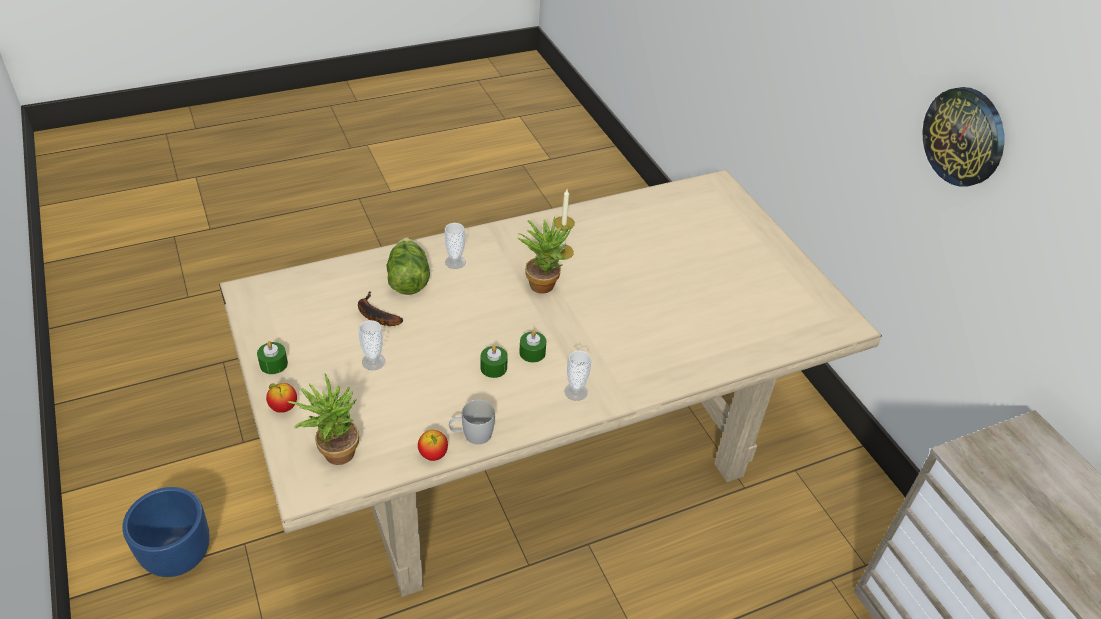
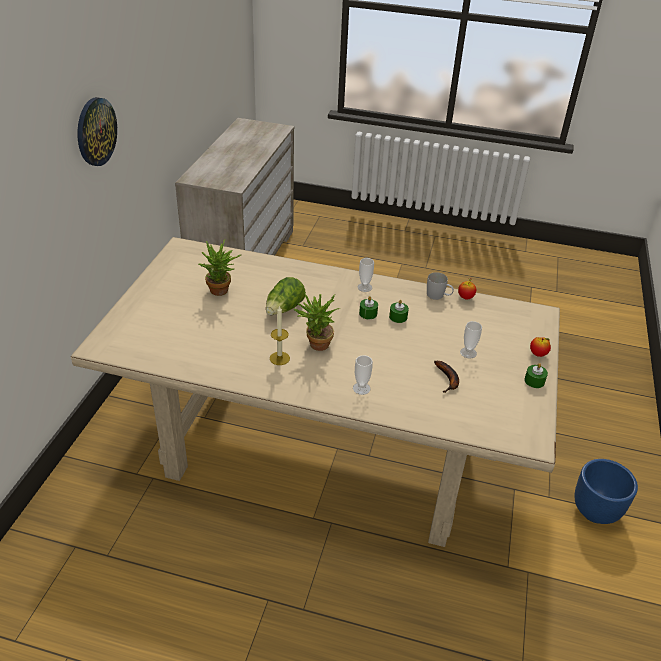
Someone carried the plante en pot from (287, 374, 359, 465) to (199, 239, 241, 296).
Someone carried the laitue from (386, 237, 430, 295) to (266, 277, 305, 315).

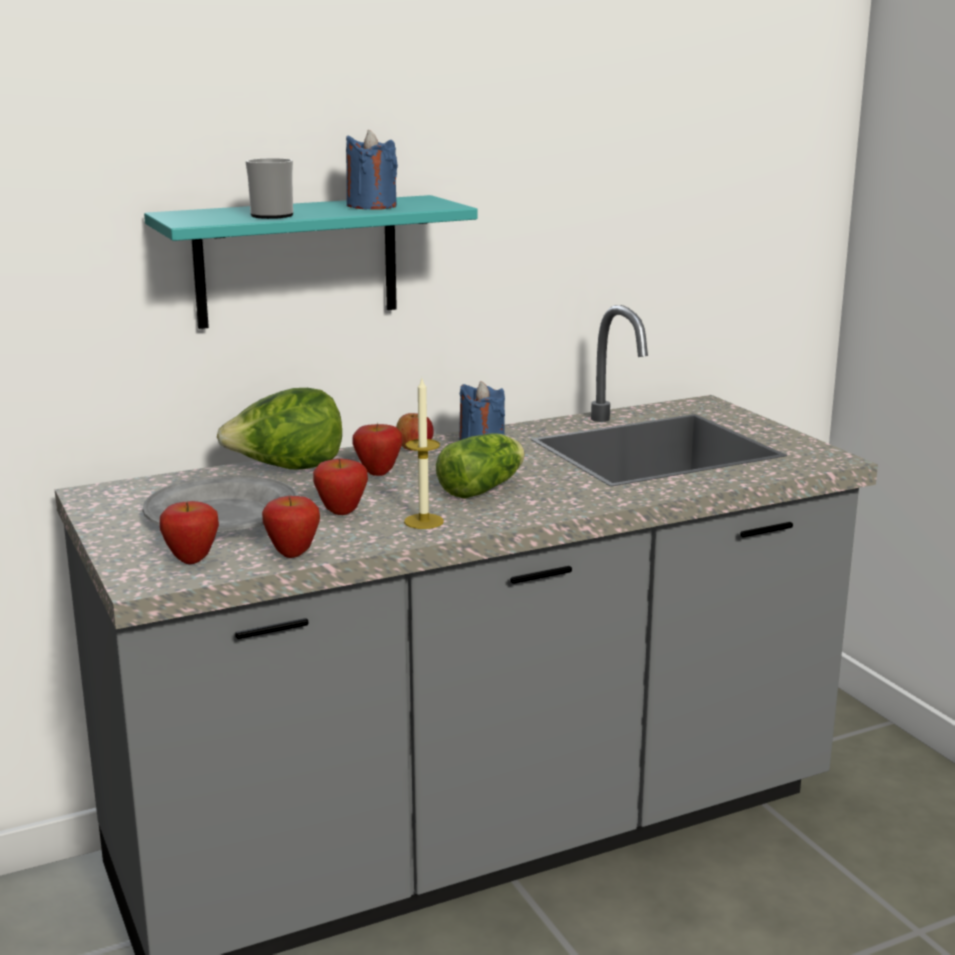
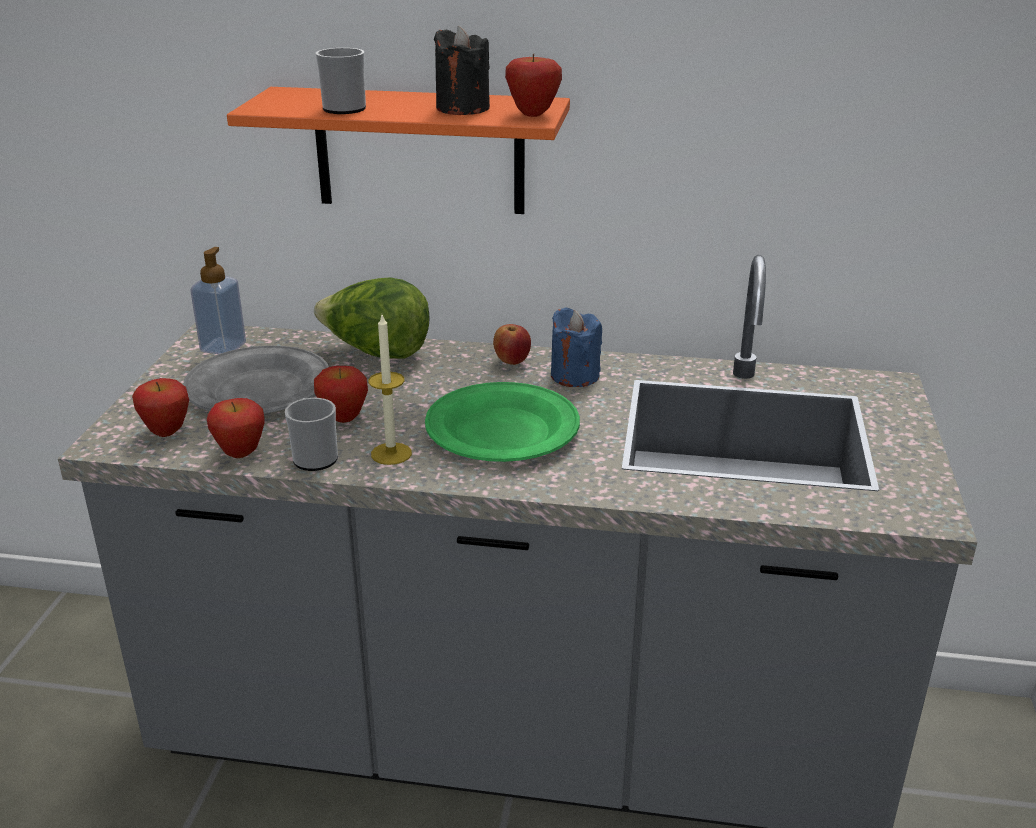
Someone repainted the étagère (turquoise) at (144, 195, 478, 329), which became the étagère (orange) at (227, 87, 570, 214).
Someone repainted the bougie (bleu) at (346, 130, 398, 210), which became the bougie (noir) at (434, 26, 490, 115).
Someone carried the pomme from (352, 423, 403, 476) to (505, 54, 562, 117).
Someone swapped the laitue at (436, 434, 525, 499) for the assiette (vert) at (425, 382, 580, 462).
Someone put down the distributeur de savon at (190, 247, 246, 354).
Someone put down the mug at (285, 398, 338, 471).

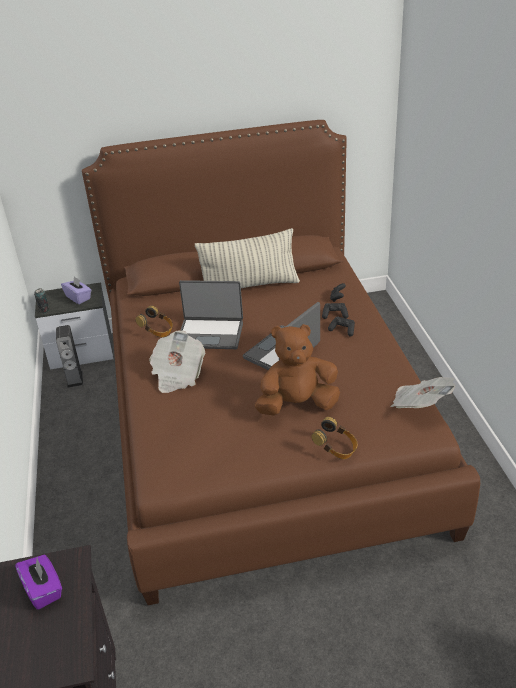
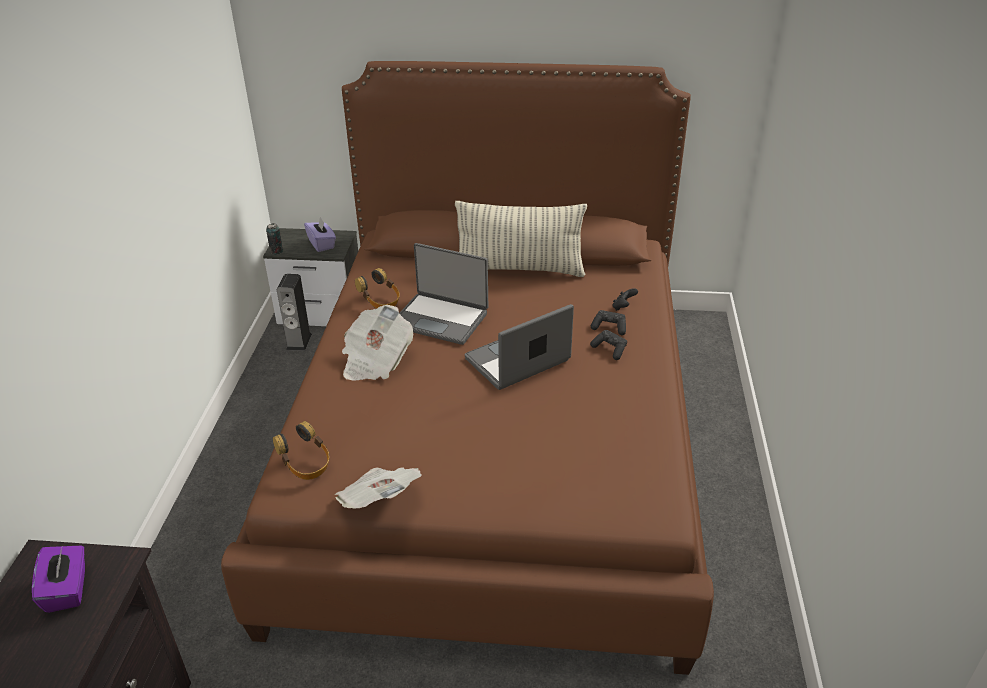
Someone took away the peluche (marron) at (255, 324, 340, 416).
Someone carried the casque audio from (311, 417, 357, 459) to (273, 421, 329, 480).
Someone carried the journal from (391, 377, 455, 408) to (335, 467, 422, 508).

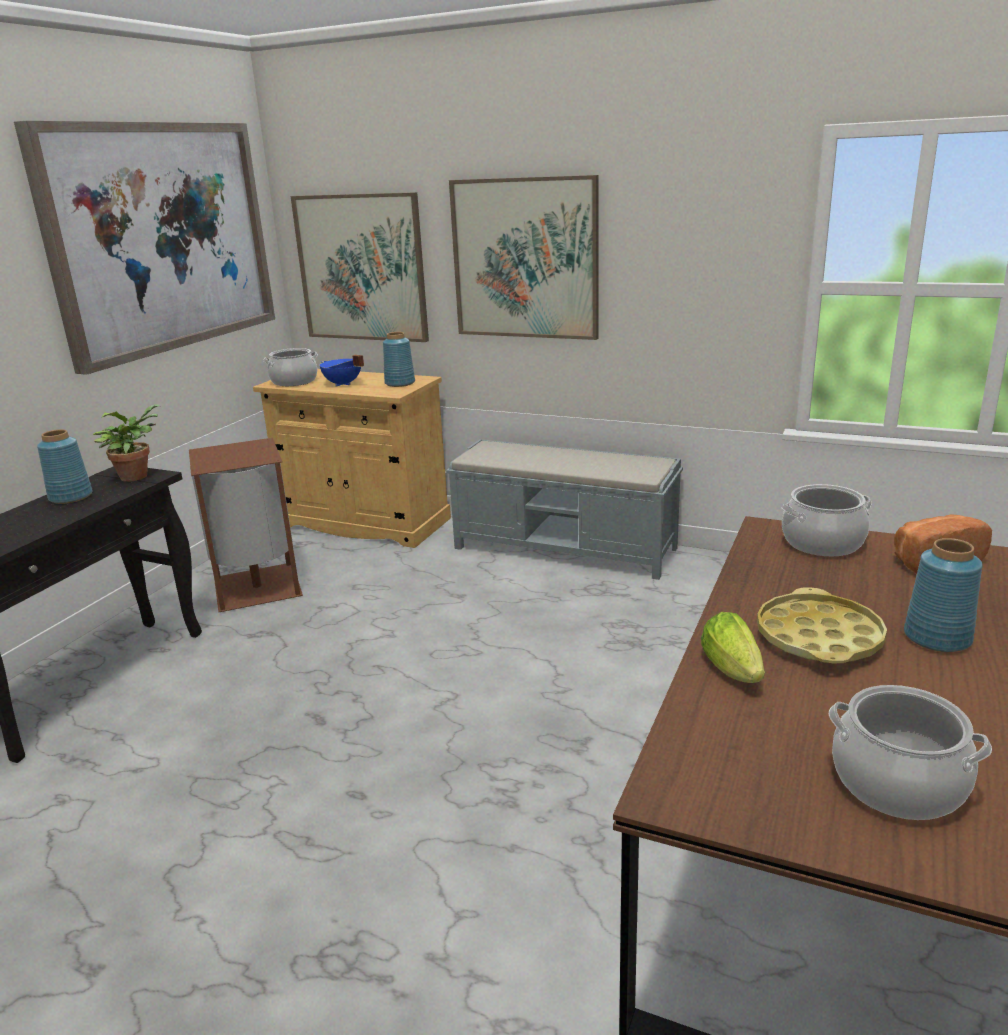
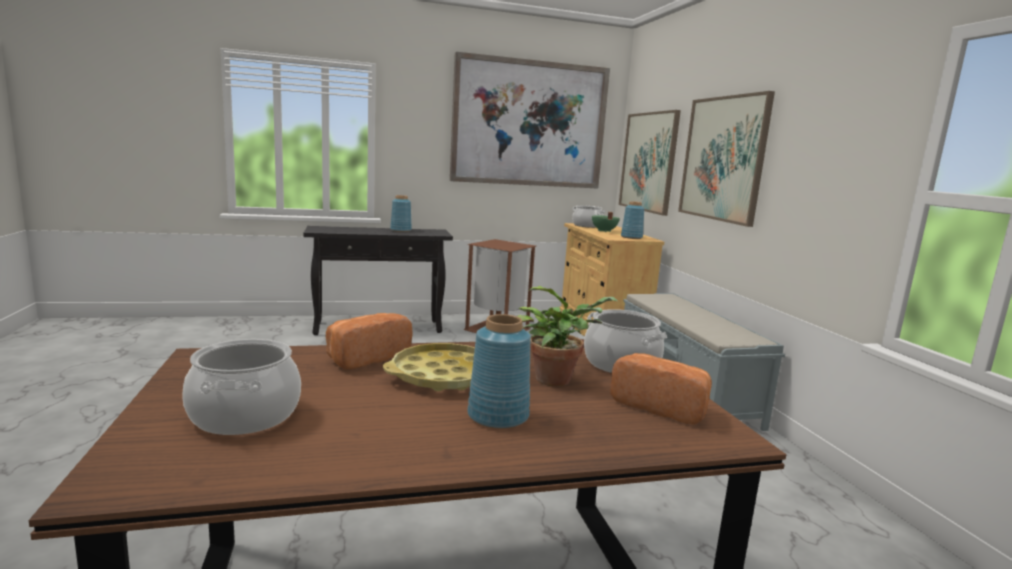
Someone carried the plante en pot from (93, 404, 160, 482) to (517, 286, 618, 386).
Someone repainted the marmite (bleu) at (319, 355, 364, 387), which became the marmite (vert) at (592, 212, 620, 232).
Someone swapped the laitue at (701, 612, 765, 683) for the pain at (326, 313, 413, 370).

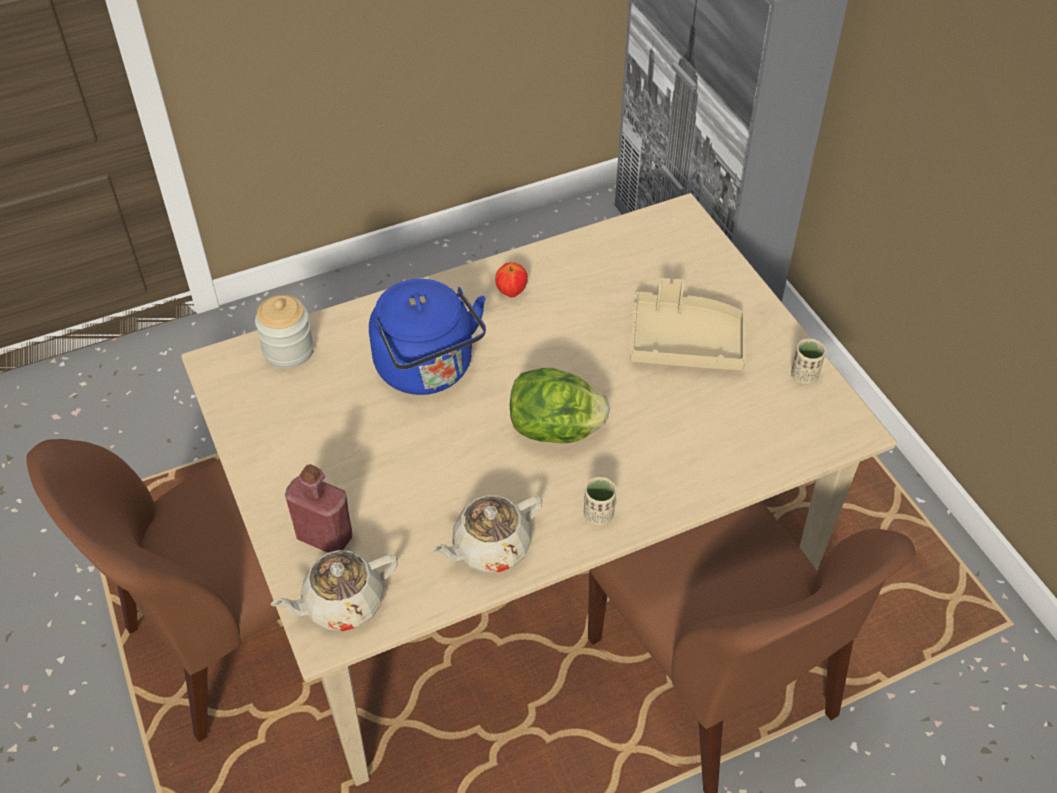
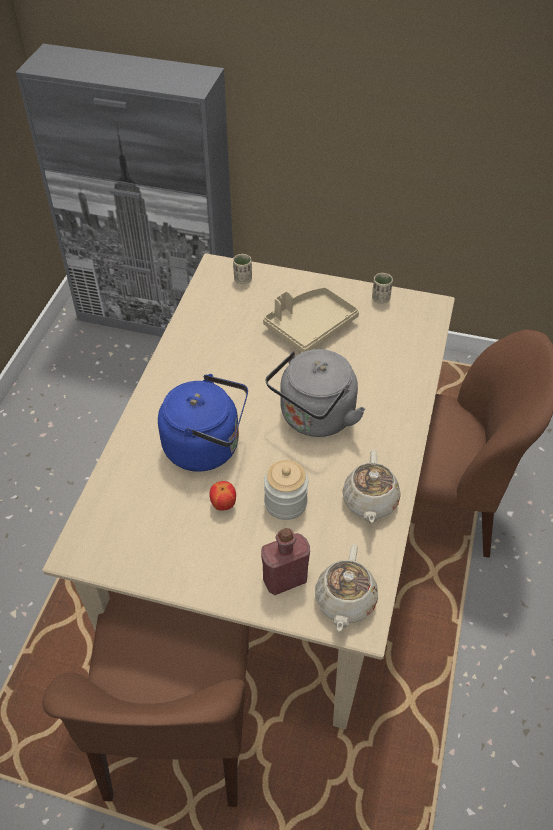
Someone carried the bocal from (255, 295, 314, 369) to (264, 460, 308, 520).
Someone carried the pomme from (495, 262, 528, 298) to (209, 481, 236, 511).
Someone swapped the laitue at (510, 368, 610, 443) for the bouilloire (gris) at (266, 349, 366, 437).
Someone carried the tasse (beige) from (584, 477, 616, 526) to (233, 254, 252, 284).

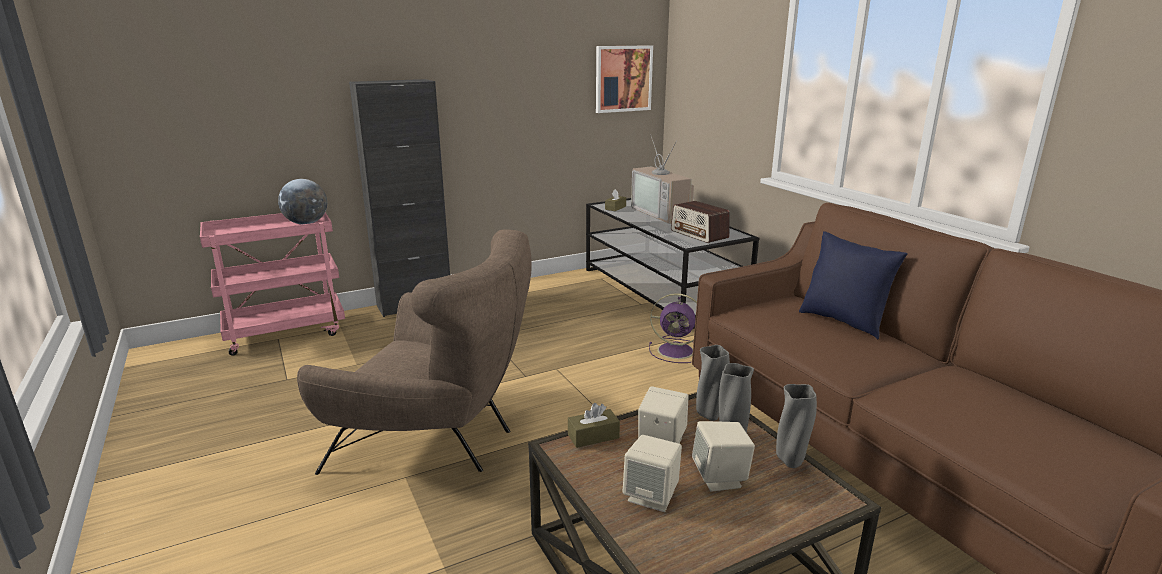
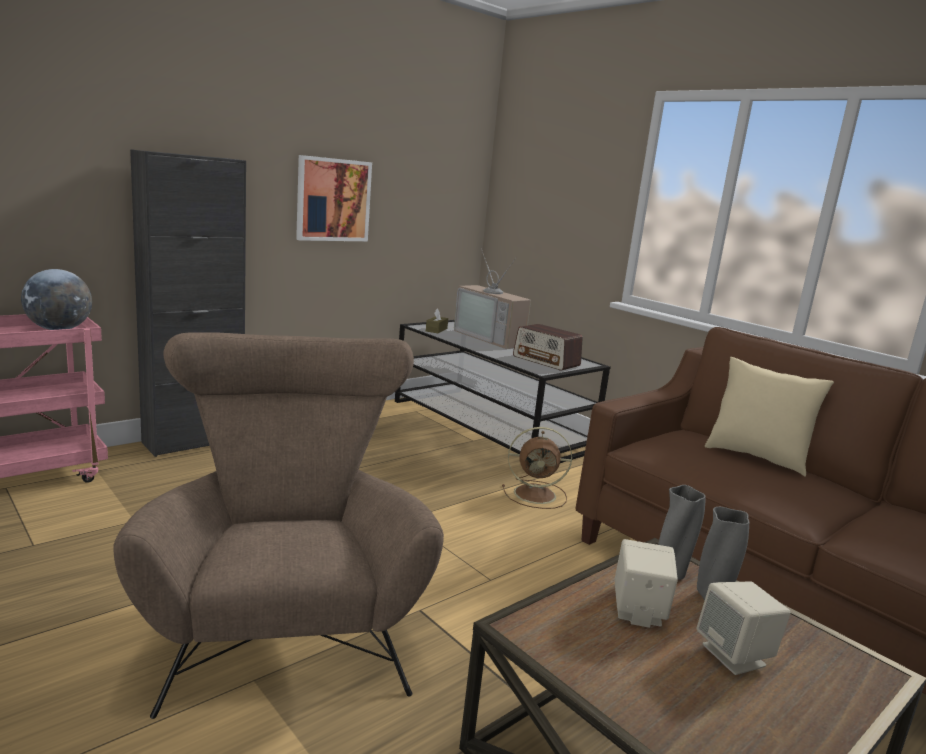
Someone rotated the fauteuil (marron) at (297, 229, 531, 475) by 105 degrees counterclockwise.
Someone took away the boîte à mouchoirs (marron) at (568, 403, 620, 448).
Someone carried the tableau from (596, 45, 653, 113) to (296, 155, 372, 241).
Someone took away the enceinte (beige) at (623, 435, 682, 512).
Someone repainted the ventilateur (violet) at (649, 293, 697, 363), which became the ventilateur (marron) at (502, 427, 572, 509).
Someone took away the vase (gris) at (776, 384, 817, 468).
Someone repainted the coussin (bleu) at (799, 231, 908, 339), which became the coussin (beige) at (705, 357, 834, 477).

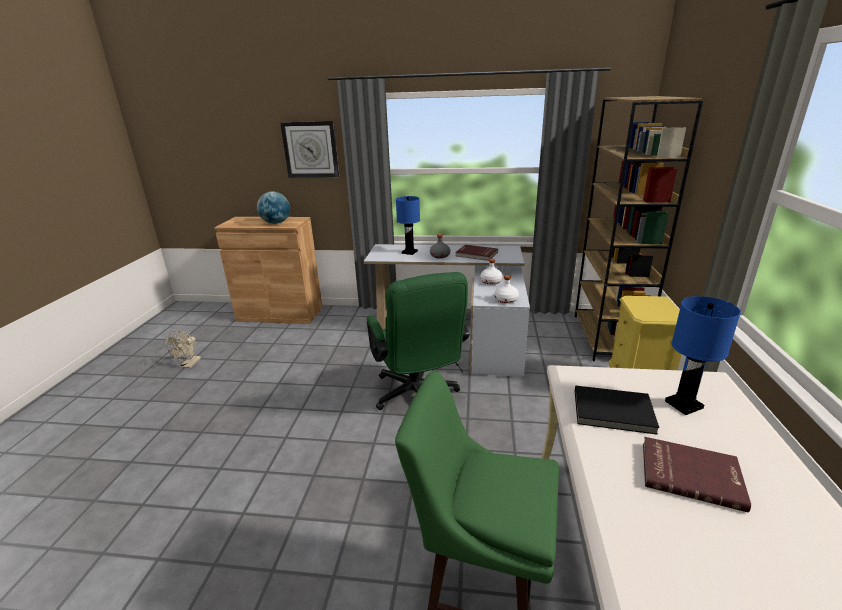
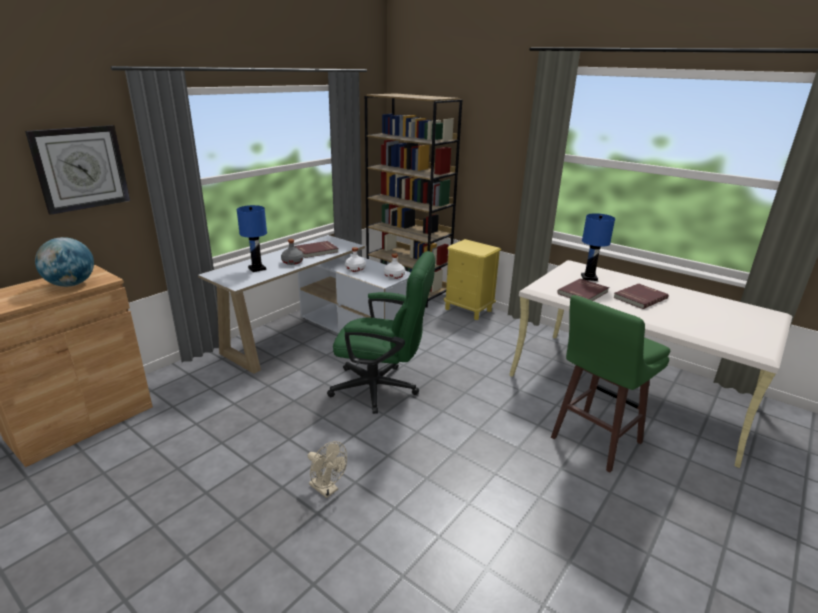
Someone carried the ventilateur (beige) from (166, 330, 201, 368) to (308, 441, 347, 498).
Someone repainted the livre (noir) at (575, 386, 659, 435), which became the livre (rouge) at (558, 278, 609, 301).

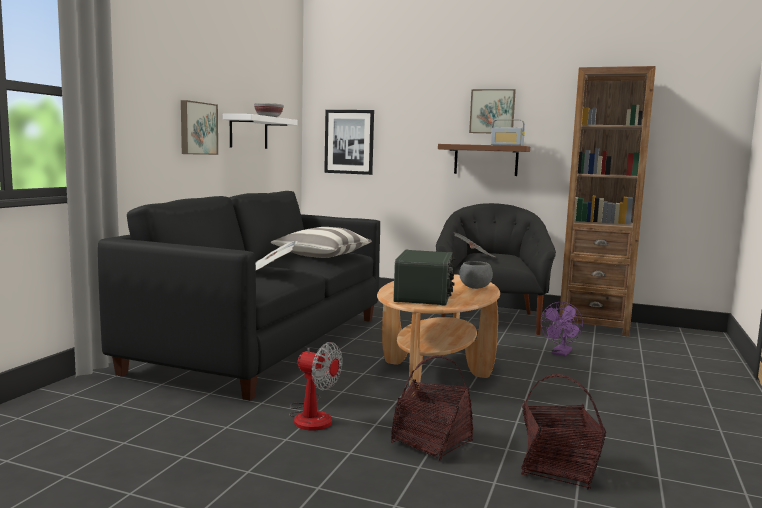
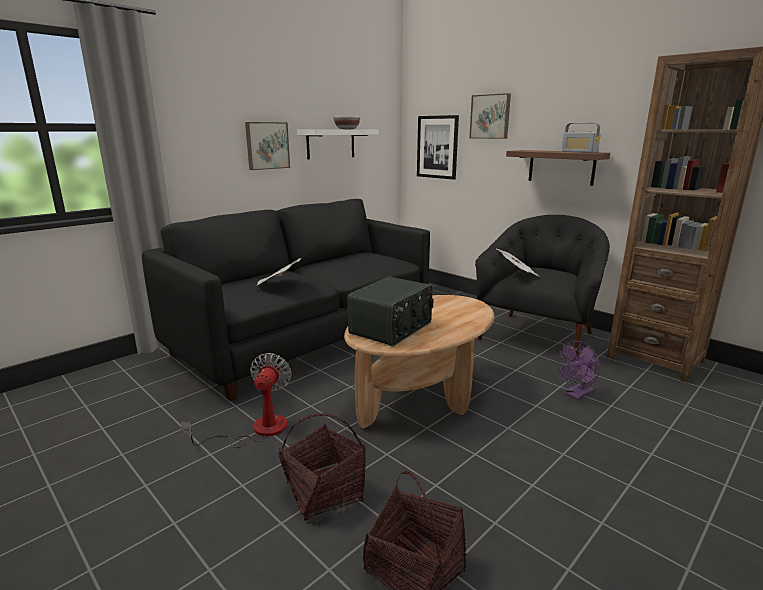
Someone took away the coussin at (271, 227, 372, 258).
Someone rotated the ventilateur at (289, 342, 342, 431) by 135 degrees counterclockwise.
Someone took away the bol (gris) at (459, 261, 493, 289).
Someone carried the tableau from (469, 89, 516, 133) to (469, 93, 511, 139).

